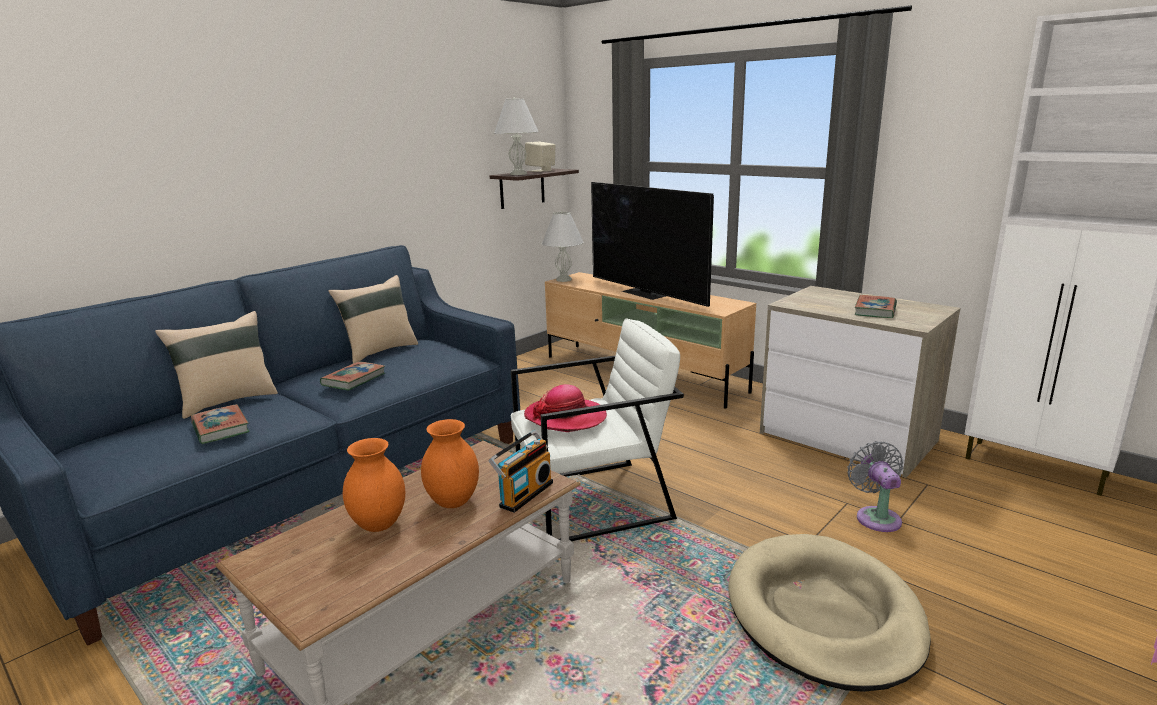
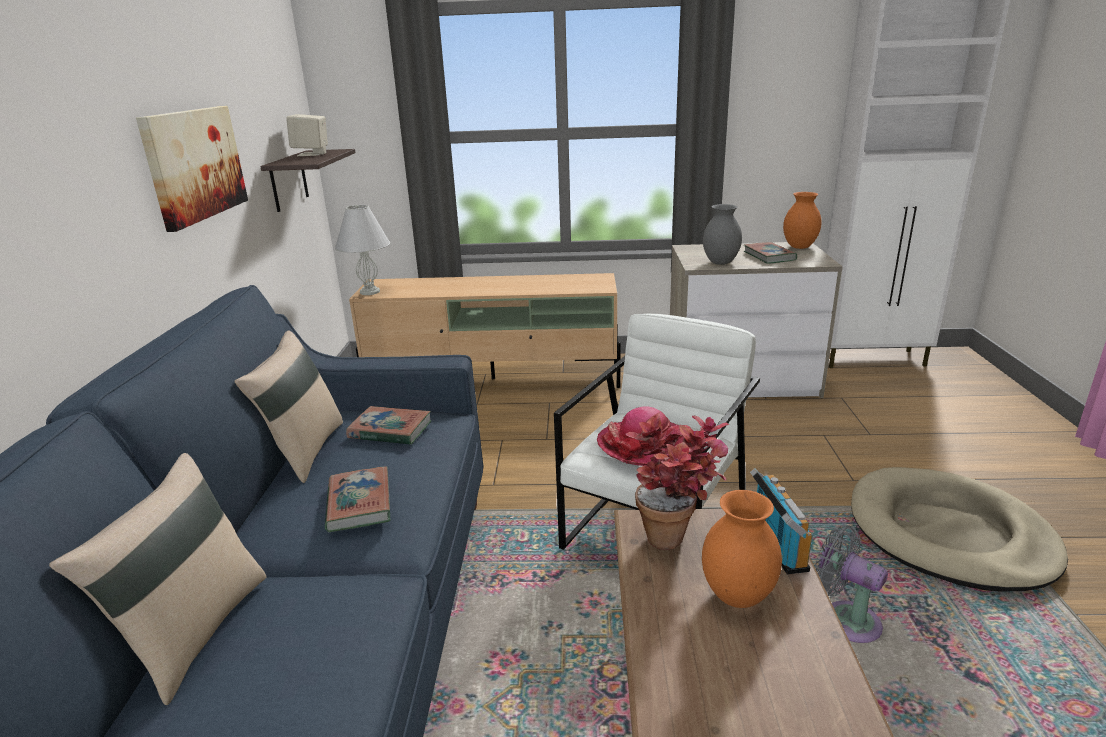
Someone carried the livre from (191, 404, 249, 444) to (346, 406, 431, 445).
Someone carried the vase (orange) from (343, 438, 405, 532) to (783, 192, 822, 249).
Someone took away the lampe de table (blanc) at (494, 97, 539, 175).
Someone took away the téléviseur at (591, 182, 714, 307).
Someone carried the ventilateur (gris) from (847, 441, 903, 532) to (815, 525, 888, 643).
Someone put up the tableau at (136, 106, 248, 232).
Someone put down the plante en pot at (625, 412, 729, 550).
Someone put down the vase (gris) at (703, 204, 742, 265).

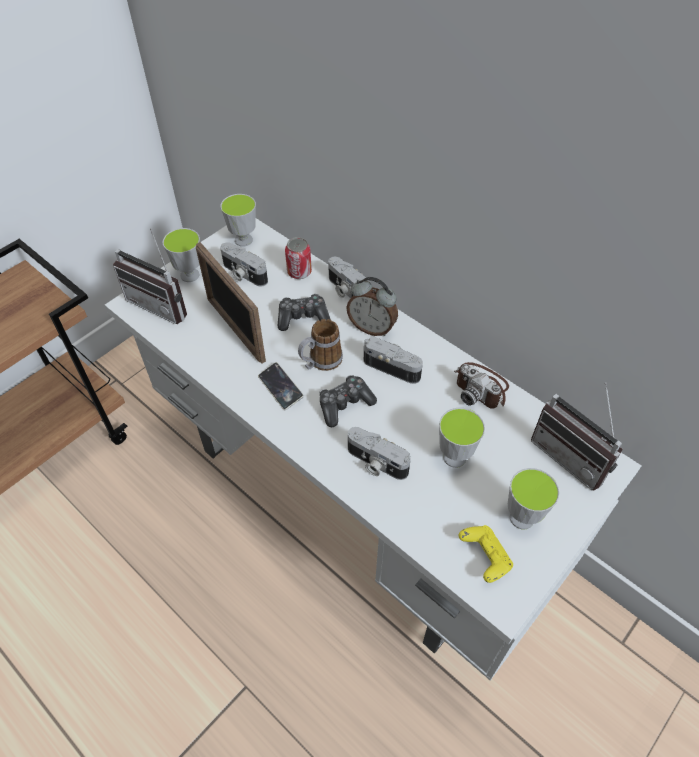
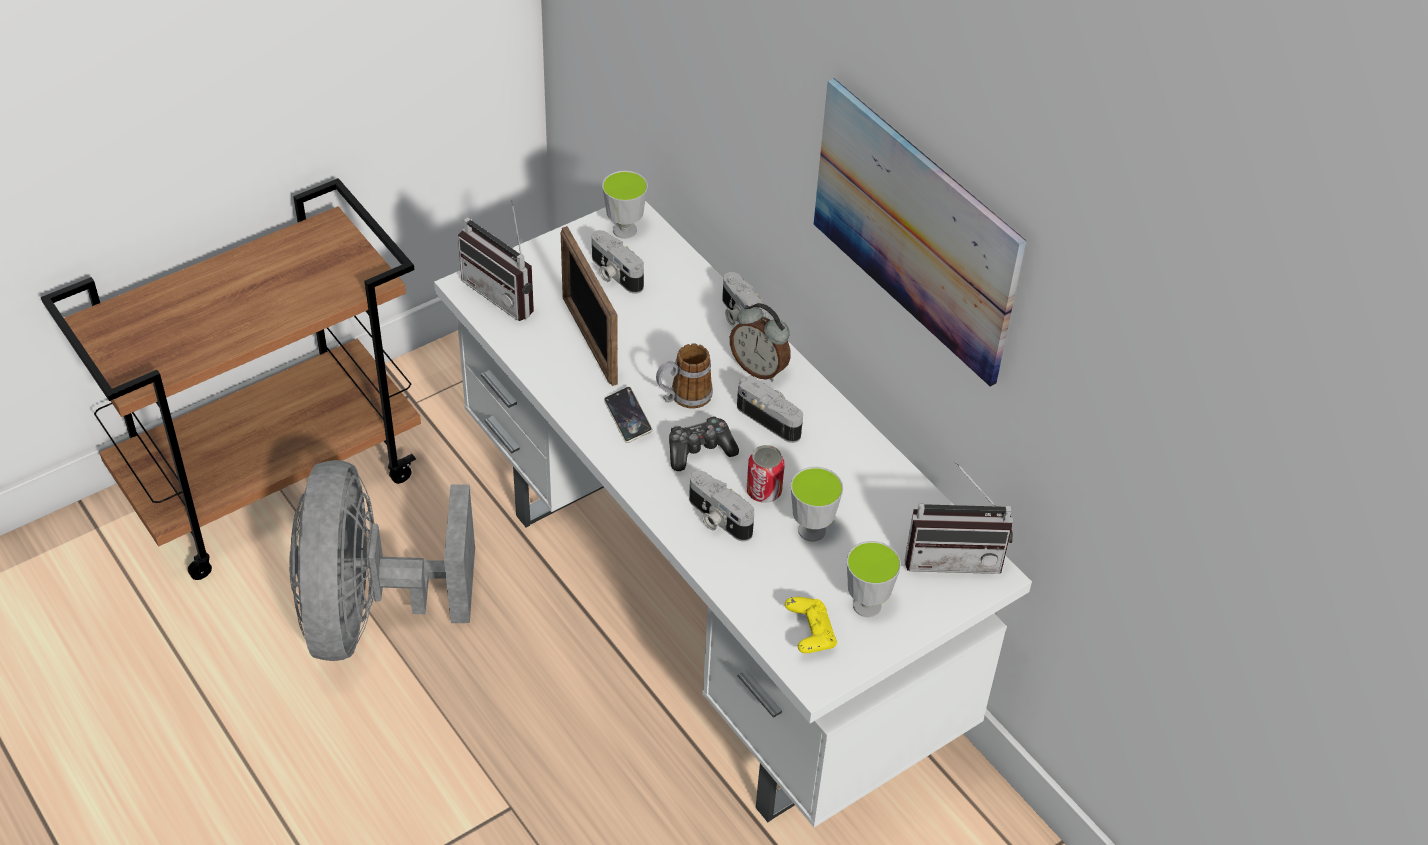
Someone took away the tasse at (163, 228, 200, 282).
Someone took away the manette at (278, 294, 331, 331).
Someone carried the boîte métallique from (285, 237, 312, 279) to (747, 445, 785, 503).
Someone took away the appareil photo at (455, 362, 509, 409).
Someone rotated the radio at (531, 382, 623, 491) by 60 degrees counterclockwise.
Someone put down the ventilateur (gris) at (289, 460, 475, 661).
Someone put up the tableau at (814, 78, 1026, 387).

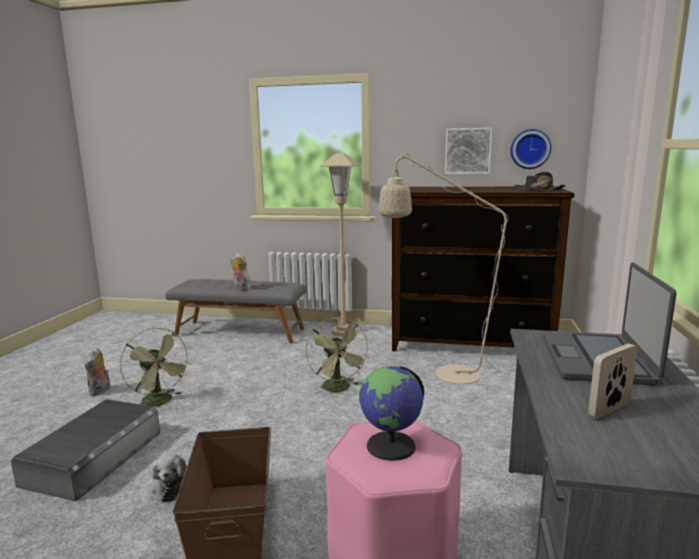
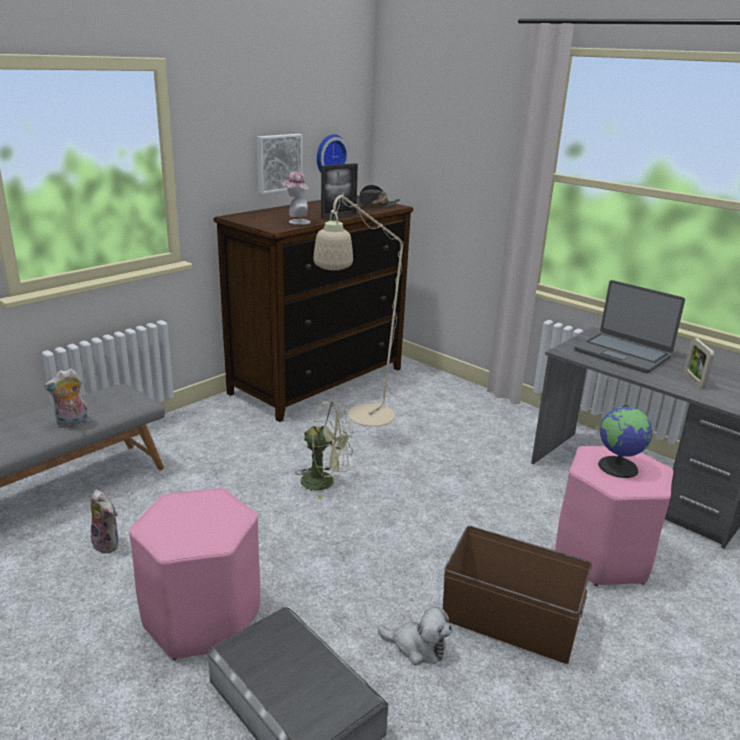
Someone carried the peluche from (85, 348, 110, 396) to (90, 490, 118, 554).
Someone swapped the ventilateur (vert) at (120, 328, 191, 407) for the tabouret (rose) at (129, 488, 260, 660).
Someone took away the lampadaire (beige) at (320, 153, 360, 337).
Someone put down the chapeau at (281, 172, 311, 225).
Someone put down the cadre photo at (321, 163, 358, 219).

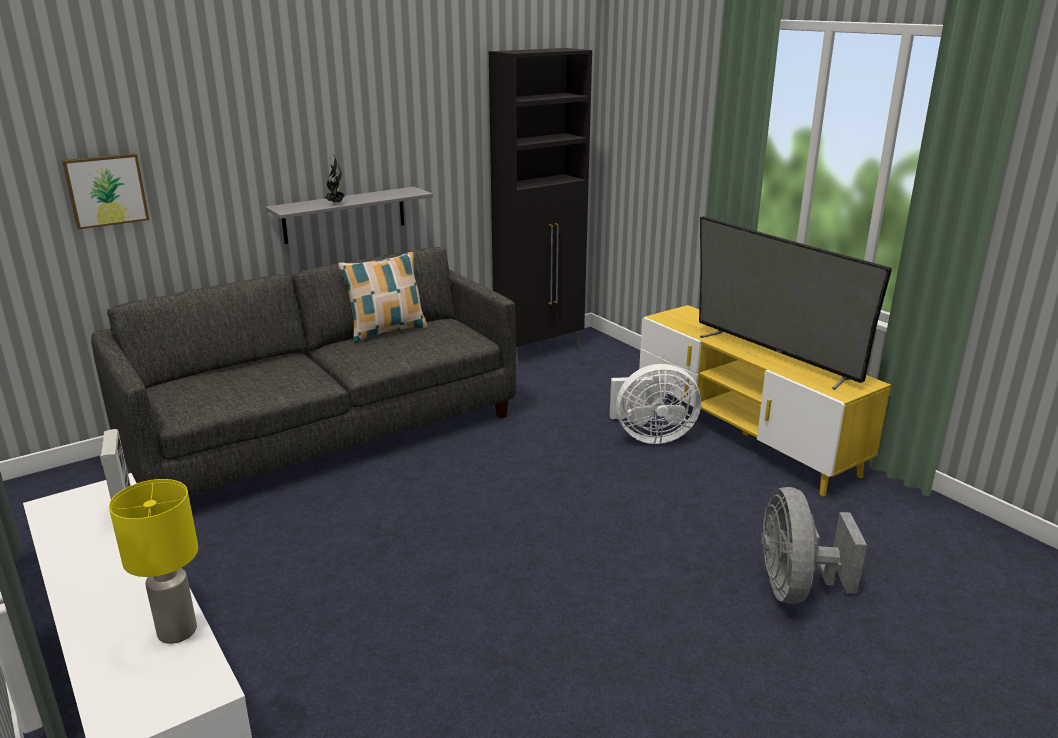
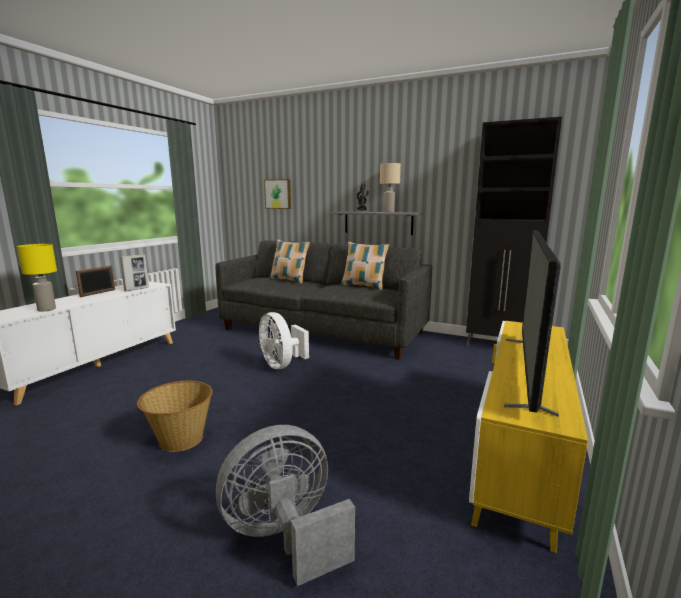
Someone carried the ventilateur (blanc) from (610, 364, 701, 444) to (259, 312, 309, 369).
Someone put down the cadre photo at (76, 266, 115, 297).
Someone put down the panier at (137, 381, 213, 452).
Someone put down the coussin at (269, 240, 310, 284).
Someone put down the lampe de table (beige) at (380, 163, 401, 212).

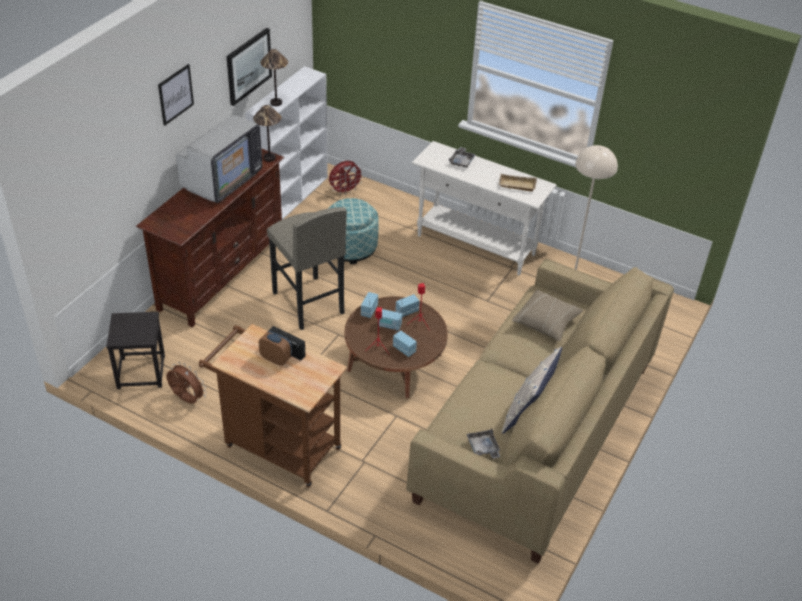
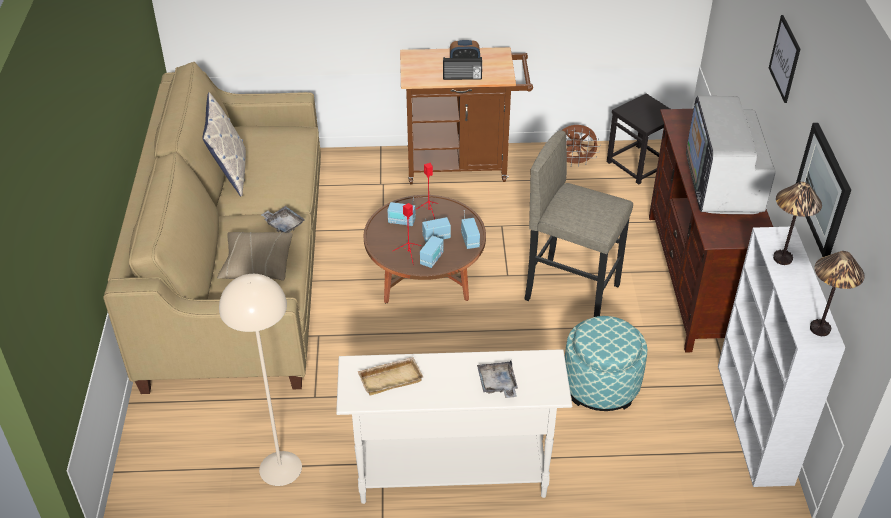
Someone carried the lampe de table from (253, 105, 281, 162) to (810, 251, 865, 336).
Someone took away the ventilateur (rouge) at (329, 161, 364, 195).
Someone carried the plateau (gris) from (467, 429, 500, 459) to (261, 206, 305, 233).

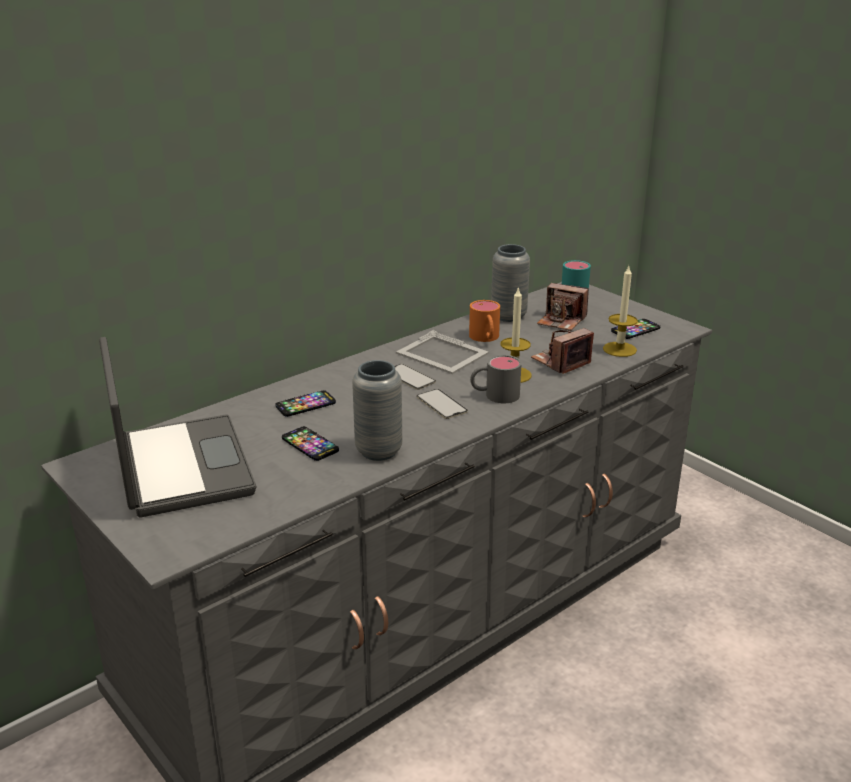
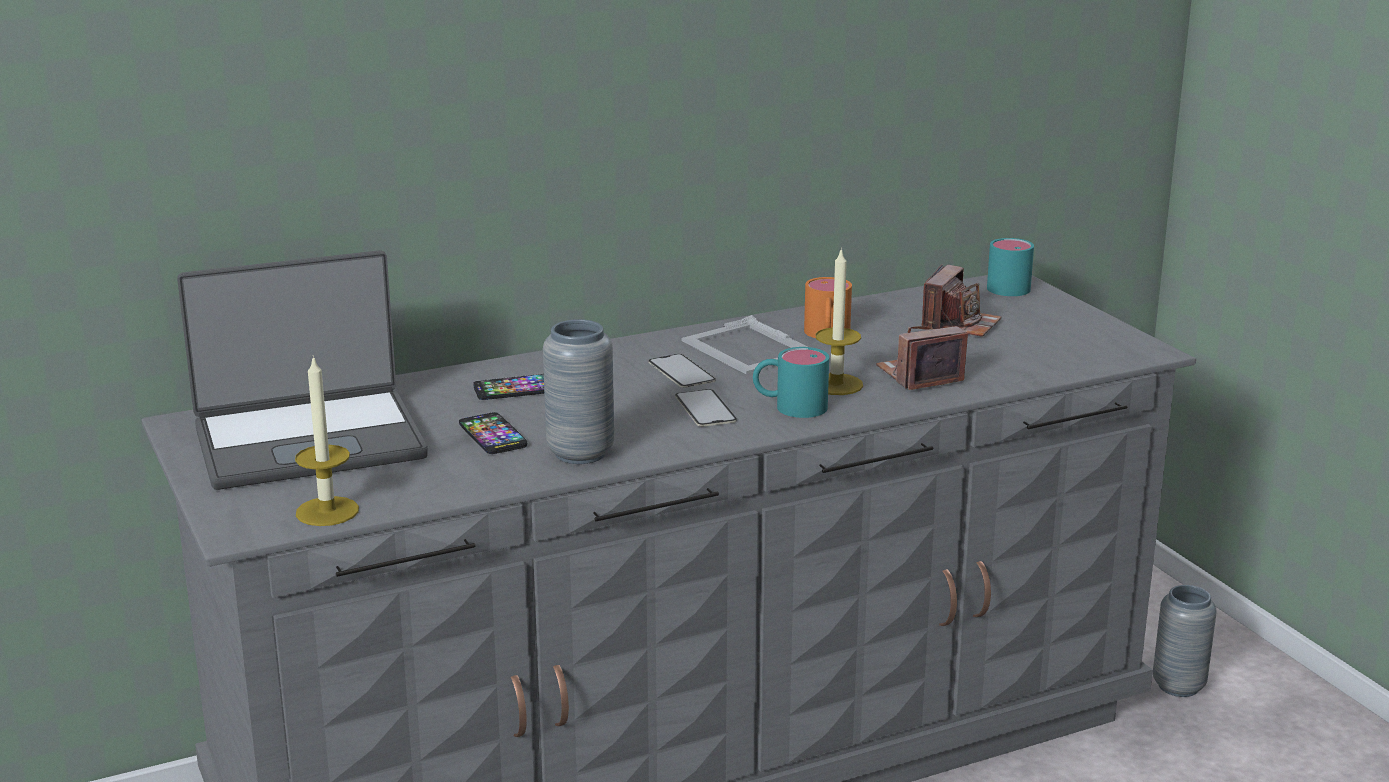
Someone rotated the ordinateur portable at (99, 337, 256, 517) by 75 degrees clockwise.
Someone repainted the mug (gris) at (470, 355, 522, 403), which became the mug (turquoise) at (753, 347, 829, 418).
Someone carried the vase (gris) from (491, 244, 530, 322) to (1153, 585, 1217, 697).
Someone rotated the appareil photo at (537, 283, 589, 331) by 105 degrees counterclockwise.
Someone carried the bougie from (603, 266, 638, 357) to (295, 355, 359, 526).
Someone took away the téléphone at (611, 319, 661, 339).

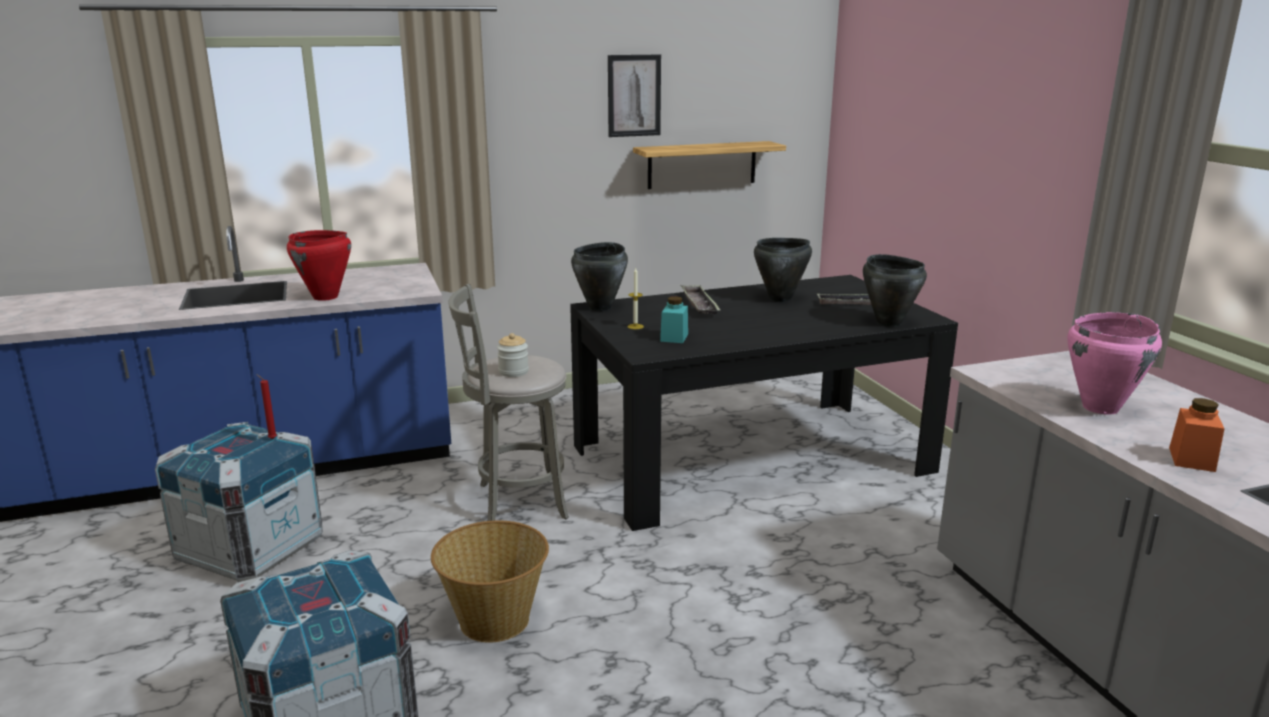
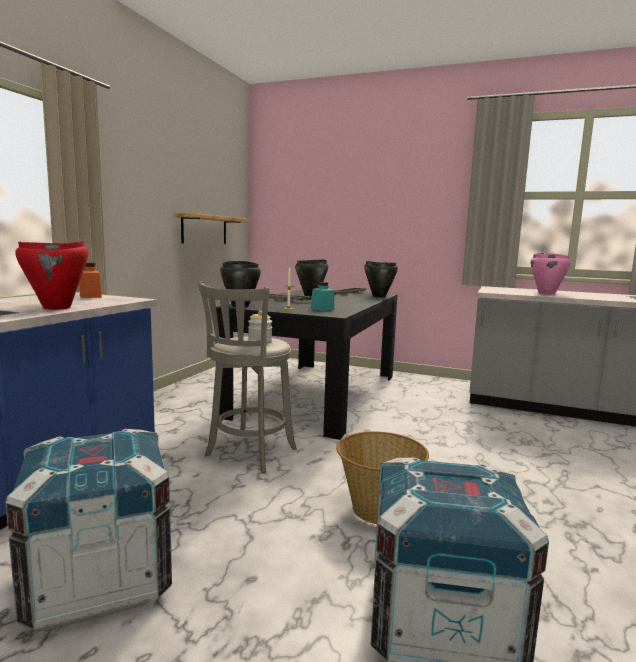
Someone took away the bougie (rouge) at (256, 374, 277, 439).
Someone took away the tableau at (608, 55, 661, 137).
Someone carried the bocal (orange) from (1169, 398, 1225, 472) to (80, 263, 102, 298).

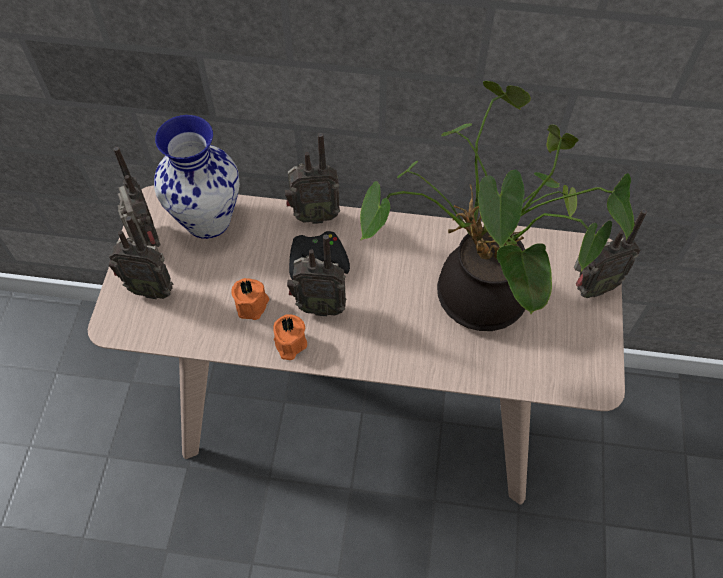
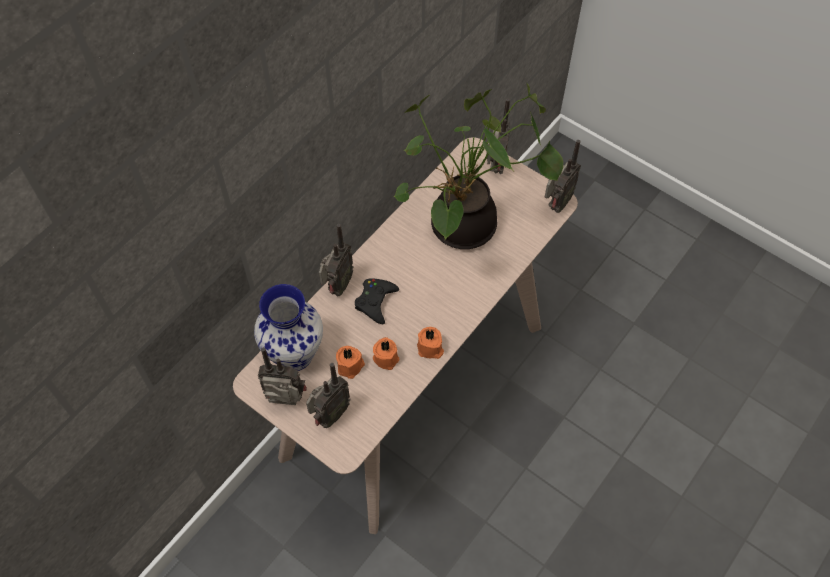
Someone carried the radio from (287, 235, 346, 316) to (545, 140, 581, 213).
Someone put down the bougie (orange) at (336, 346, 365, 379).

